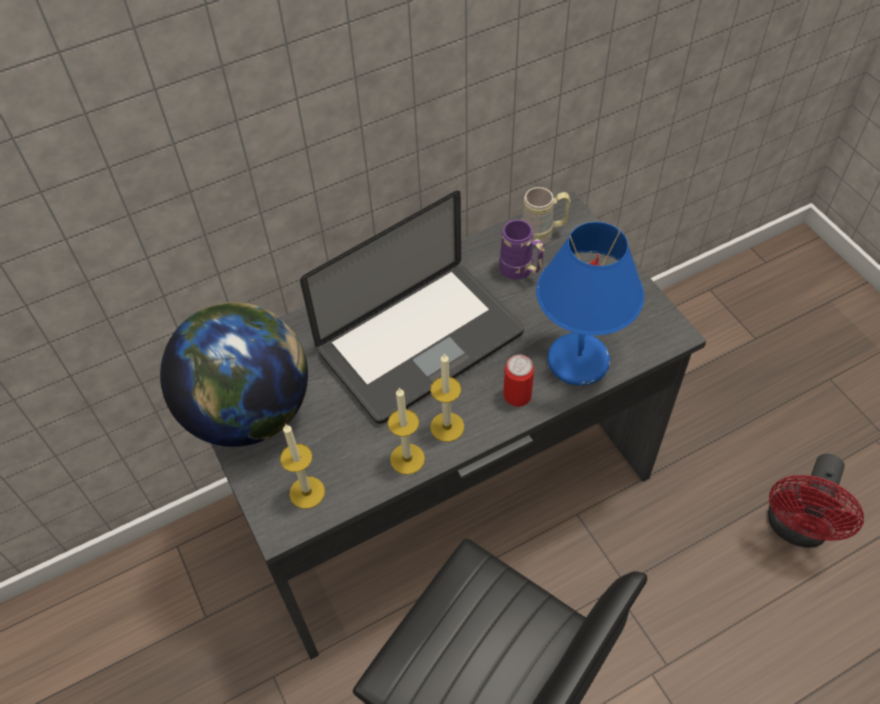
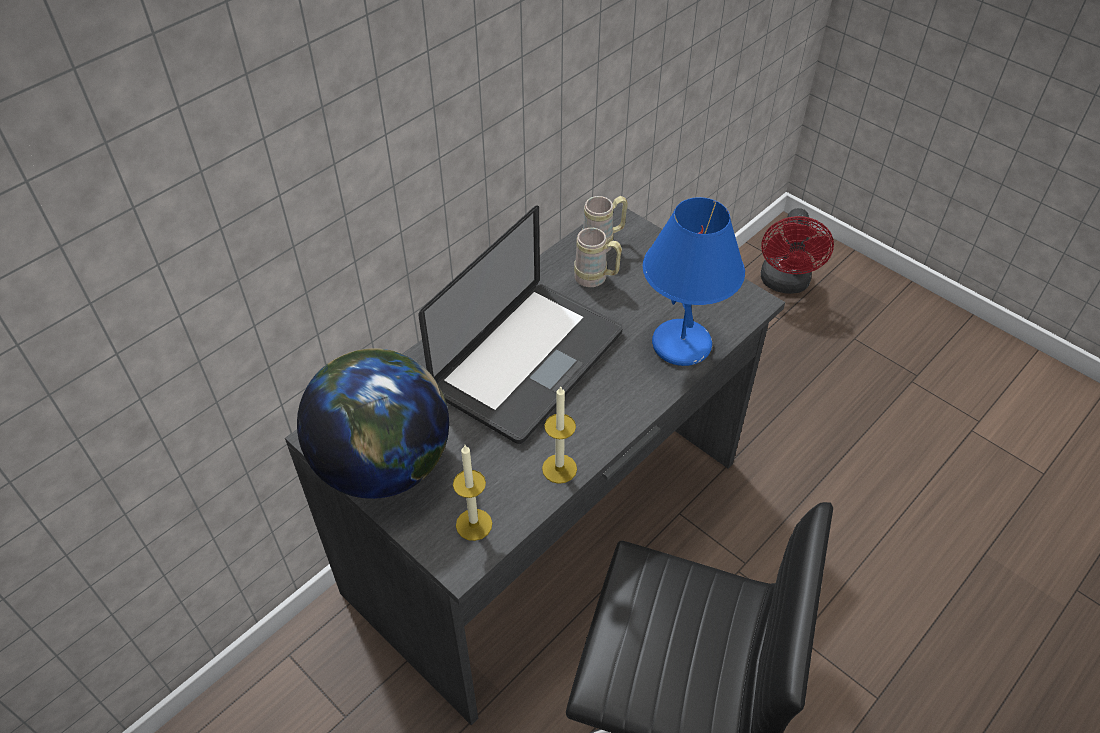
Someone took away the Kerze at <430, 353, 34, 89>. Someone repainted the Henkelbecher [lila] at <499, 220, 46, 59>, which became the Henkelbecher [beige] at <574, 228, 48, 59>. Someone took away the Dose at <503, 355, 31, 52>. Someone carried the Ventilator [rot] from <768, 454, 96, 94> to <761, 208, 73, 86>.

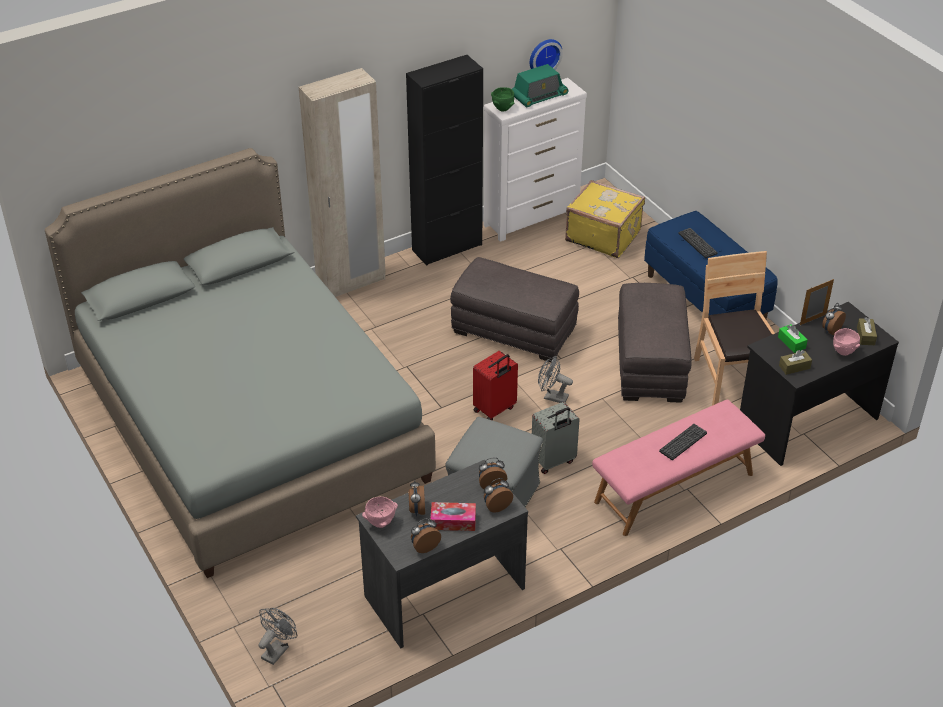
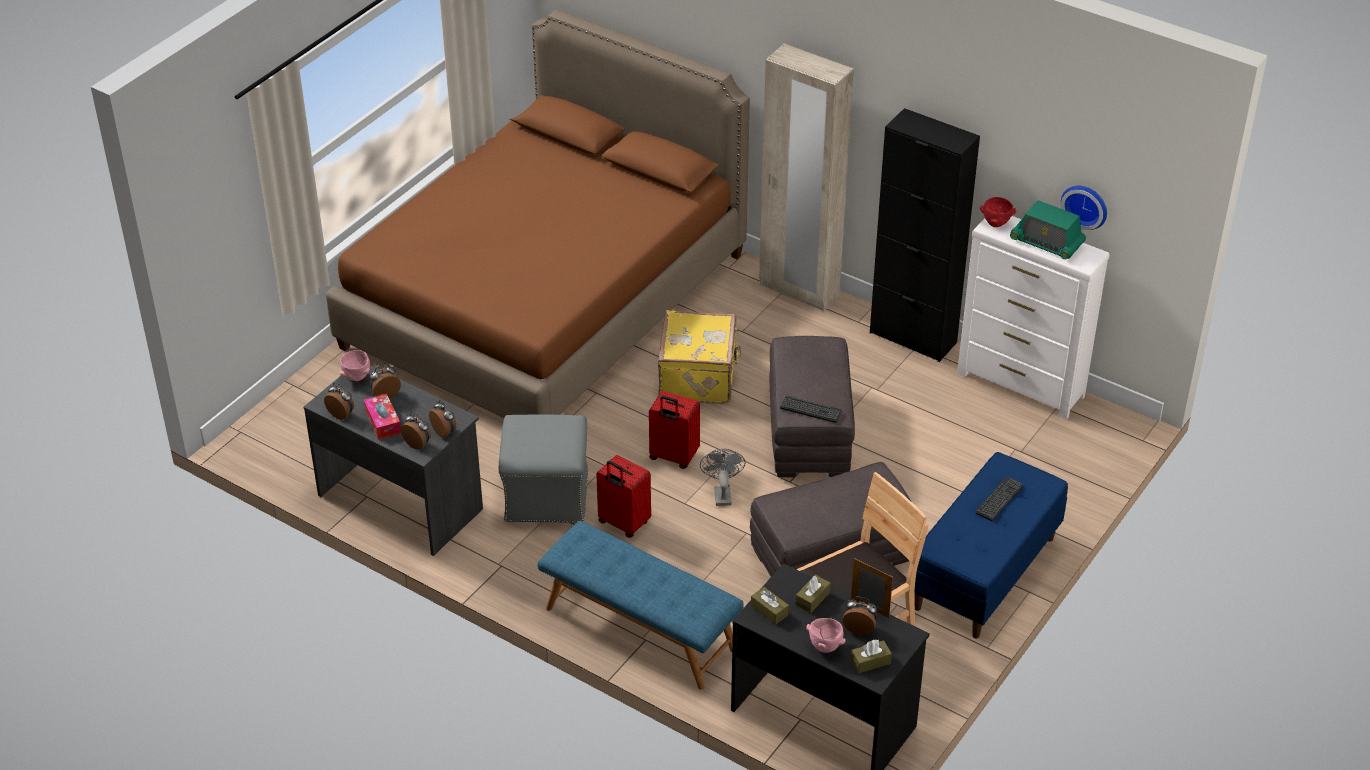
Someone repainted the Bett [grau] at <45, 148, 391, 430>, which became the Bett [braun] at <326, 10, 424, 408>. Someone took away the Ventilator [grau] at <259, 608, 38, 57>. Someone repainted the Schüssel [grün] at <491, 87, 23, 25>, which became the Schüssel [rot] at <980, 197, 36, 30>. Someone repainted the Koffer [grau] at <532, 402, 48, 72>, which became the Koffer [rot] at <596, 455, 55, 82>. Someone carried the Koffer [gelb] from <565, 180, 80, 78> to <658, 310, 83, 94>. Someone repainted the Bank [rosa] at <592, 400, 173, 136>, which became the Bank [blau] at <537, 521, 207, 169>. Someone carried the Tastatur from <659, 424, 48, 36> to <780, 396, 62, 27>. Someone repainted the Taschentuchbox [grün] at <778, 324, 30, 29>, which became the Taschentuchbox [braun] at <795, 575, 36, 38>.

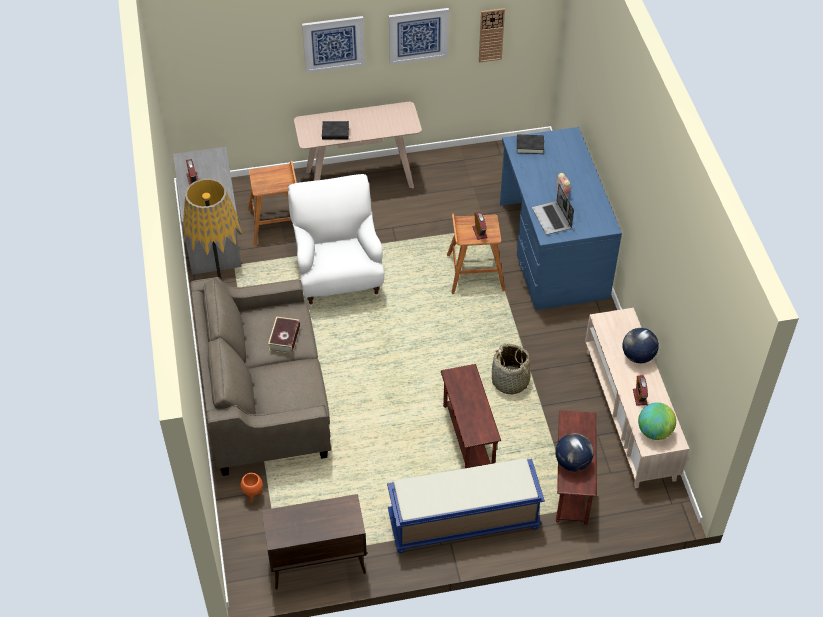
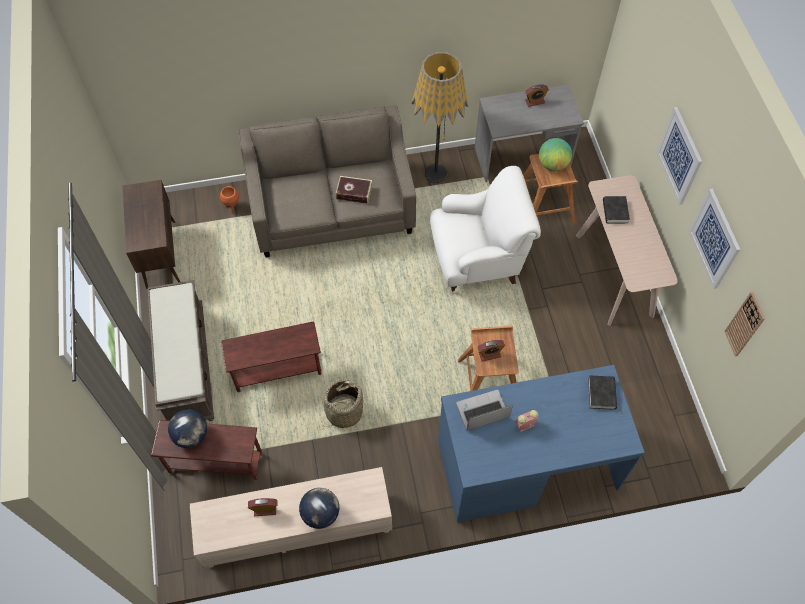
Someone repainted the Bank [blau] at <387, 458, 158, 95>, which became the Bank [braun] at <148, 280, 66, 141>. Someone carried the Globus from <638, 403, 38, 37> to <539, 138, 33, 33>.

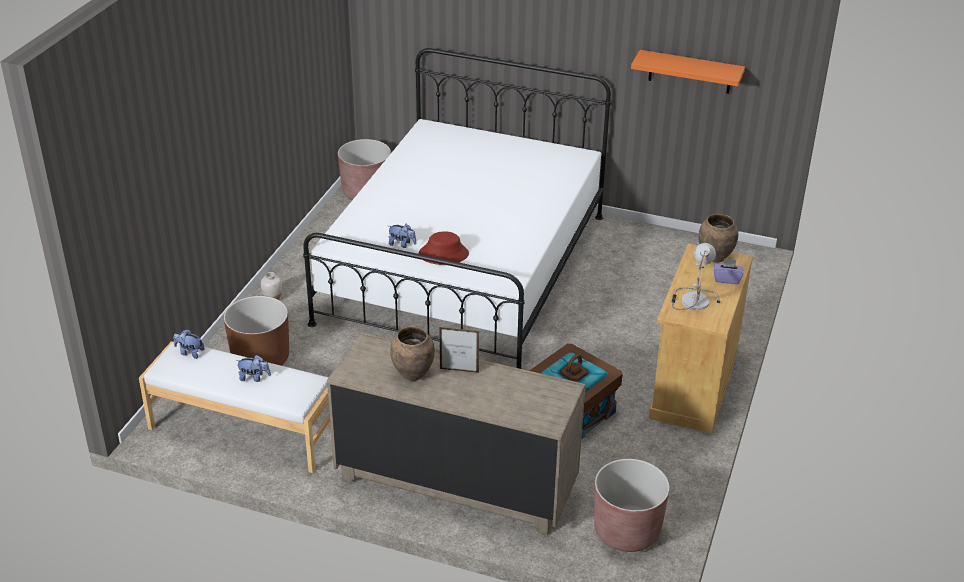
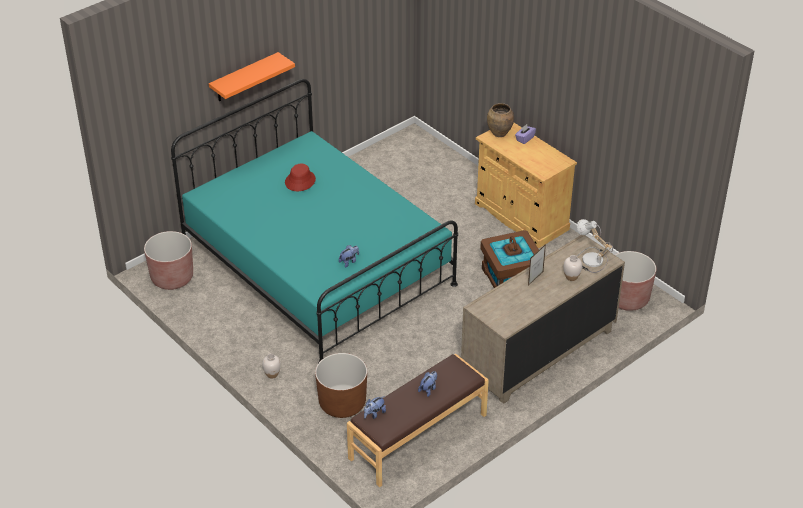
Someone repainted the Bank [weiß] at <139, 341, 191, 132>, which became the Bank [braun] at <347, 354, 142, 133>. Someone repainted the Bett [weiß] at <303, 48, 308, 321>, which became the Bett [türkis] at <171, 79, 287, 284>. Someone took away the Vase [braun] at <390, 326, 45, 55>. Someone carried the Hut [rot] from <418, 231, 51, 34> to <285, 163, 31, 28>. Someone carried the Wandregal [orange] from <631, 50, 114, 44> to <209, 52, 86, 49>. Someone carried the Tischlampe from <671, 243, 49, 67> to <577, 219, 36, 54>. Someone put down the Vase [weiß] at <564, 255, 18, 26>.

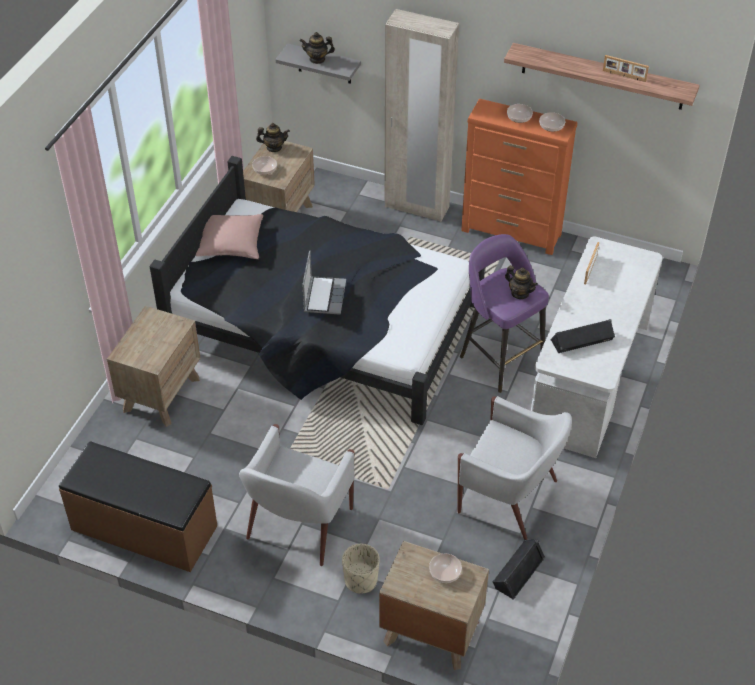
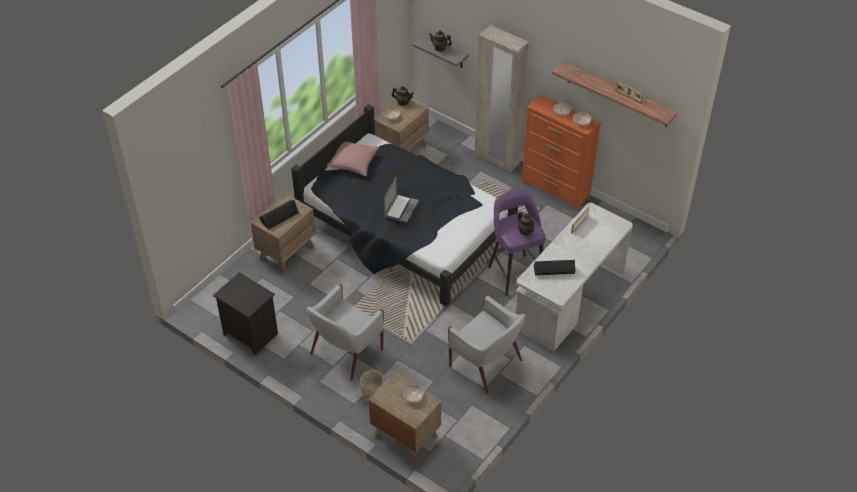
Someone swapped the Bank [braun] at <59, 441, 158, 131> for the Nachttisch [schwarz] at <213, 272, 65, 83>. Someone carried the Lautsprecher [schwarz] from <492, 539, 53, 61> to <259, 200, 40, 30>.

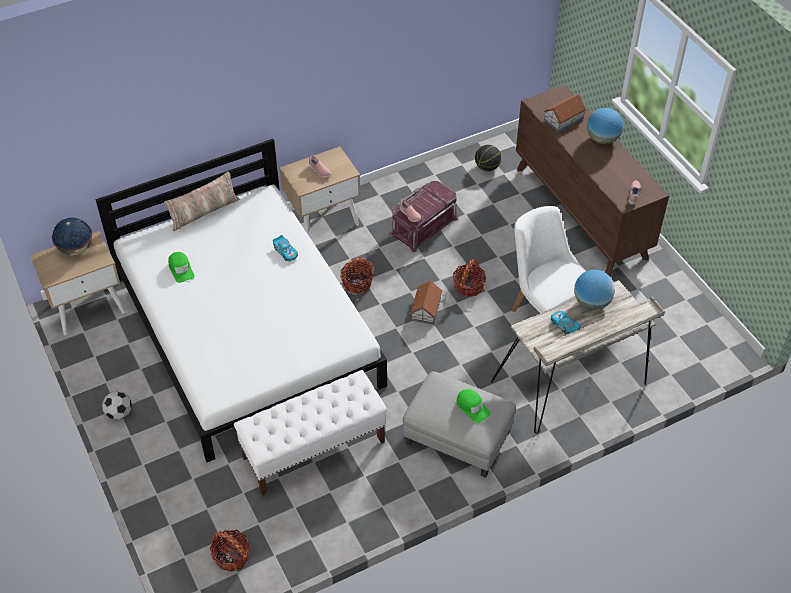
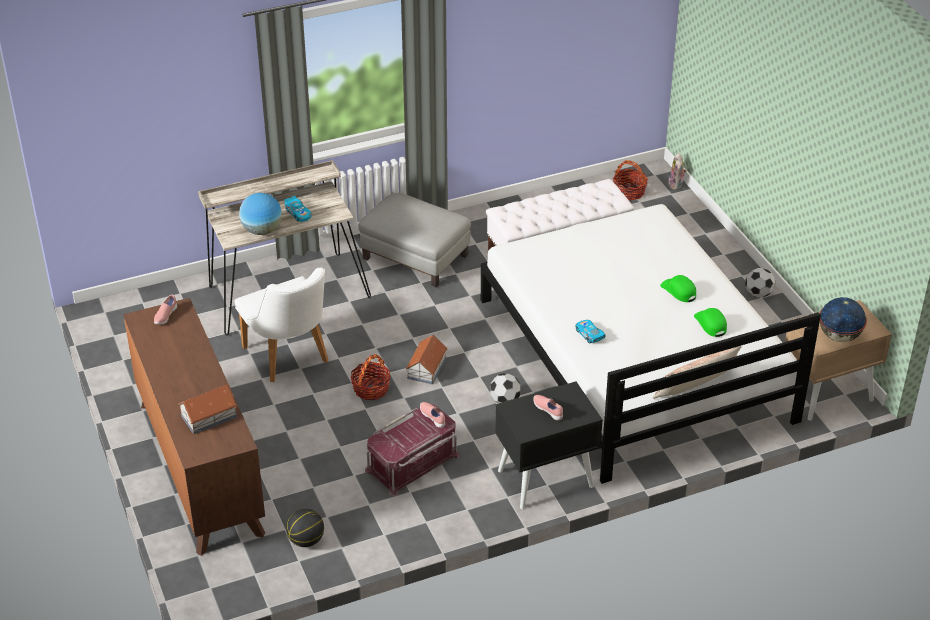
Someone repainted the Nachttisch [beige] at <280, 146, 81, 88>, which became the Nachttisch [schwarz] at <495, 381, 108, 128>. Someone swapped the Korb at <340, 258, 34, 35> for the Fußball at <490, 373, 30, 30>. Someone carried the Kappe [grün] from <456, 389, 35, 34> to <660, 275, 36, 27>. Someone took away the Globus at <587, 108, 36, 36>. Someone put down the Plüschtier at <668, 153, 19, 37>.

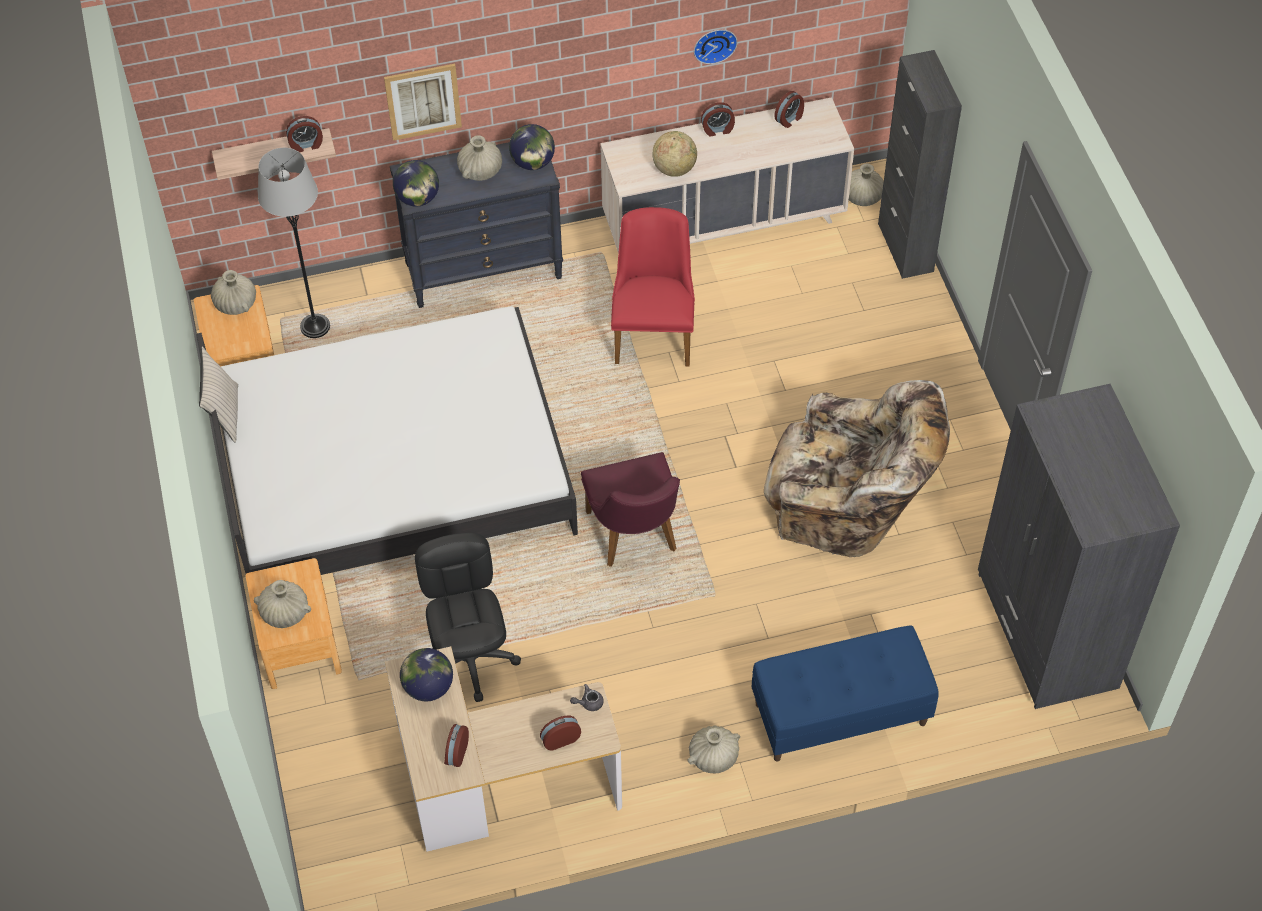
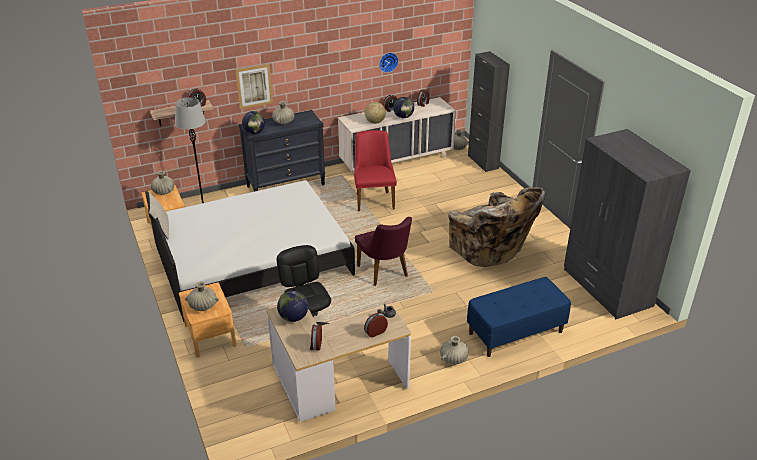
Someone carried the Globus from <509, 124, 46, 46> to <393, 97, 21, 21>. Someone rotated the Sessel [beige] at <764, 380, 186, 178> by 45 degrees clockwise.

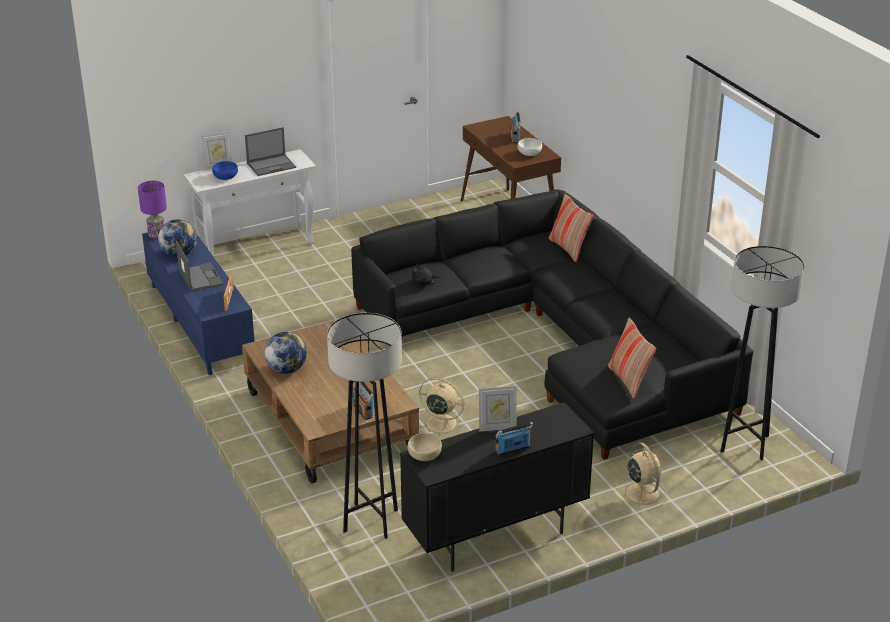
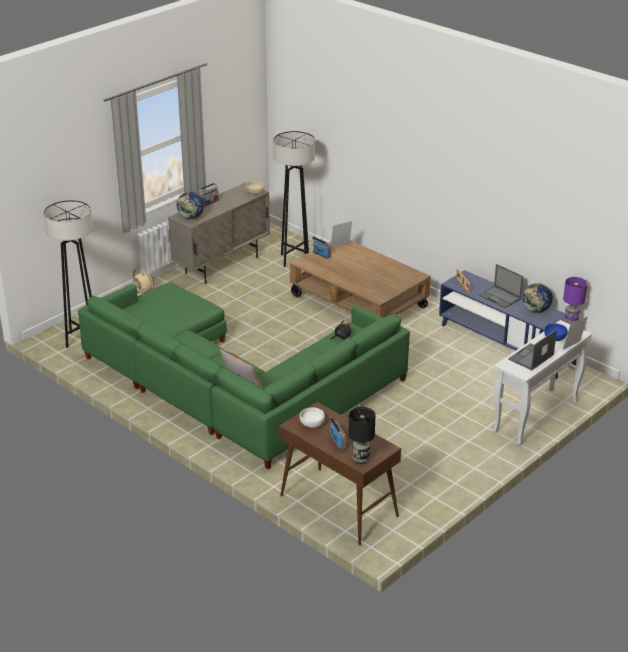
Someone carried the Globus from <264, 332, 43, 42> to <177, 191, 27, 28>. Someone repainted the Sofa [schwarz] at <351, 189, 402, 271>, which became the Sofa [grün] at <78, 282, 332, 187>. Someone repainted the Schrank [schwarz] at <400, 402, 194, 170>, which became the Schrank [beige] at <168, 182, 102, 102>. Someone took away the Ventilator [beige] at <419, 377, 46, 59>. Someone carried the Bilderrahmen from <479, 386, 38, 46> to <331, 221, 21, 27>. Someone took away the Kissen at <608, 318, 48, 81>. Someone put down the Tischlampe [schwarz] at <349, 407, 26, 57>.

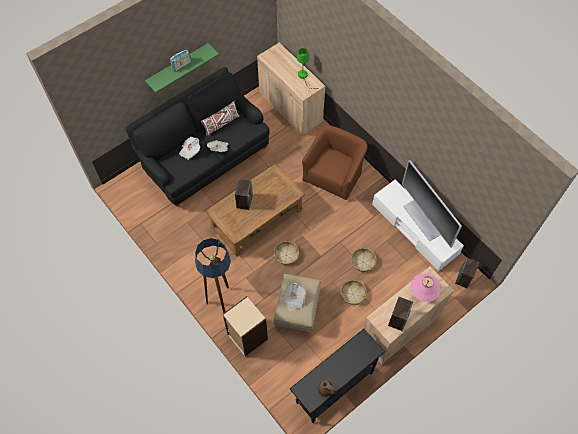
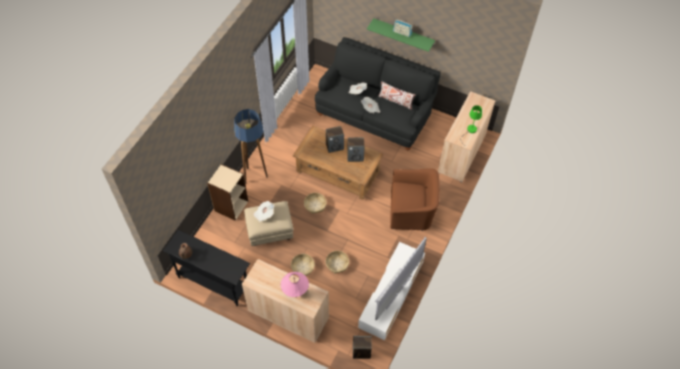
Someone carried the Lautsprecher from <388, 297, 25, 34> to <347, 137, 18, 25>.

